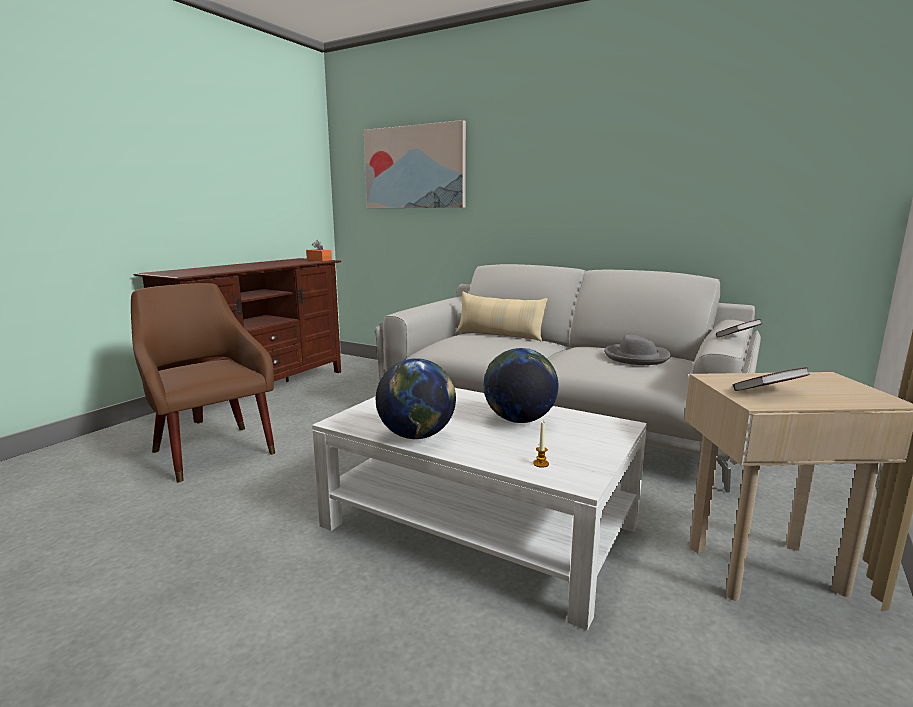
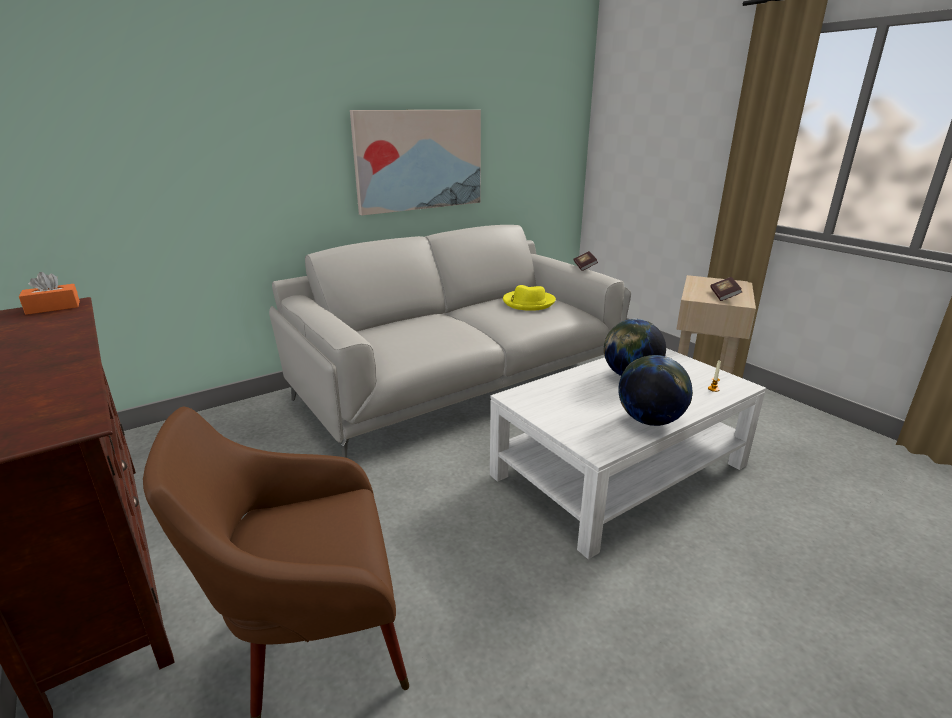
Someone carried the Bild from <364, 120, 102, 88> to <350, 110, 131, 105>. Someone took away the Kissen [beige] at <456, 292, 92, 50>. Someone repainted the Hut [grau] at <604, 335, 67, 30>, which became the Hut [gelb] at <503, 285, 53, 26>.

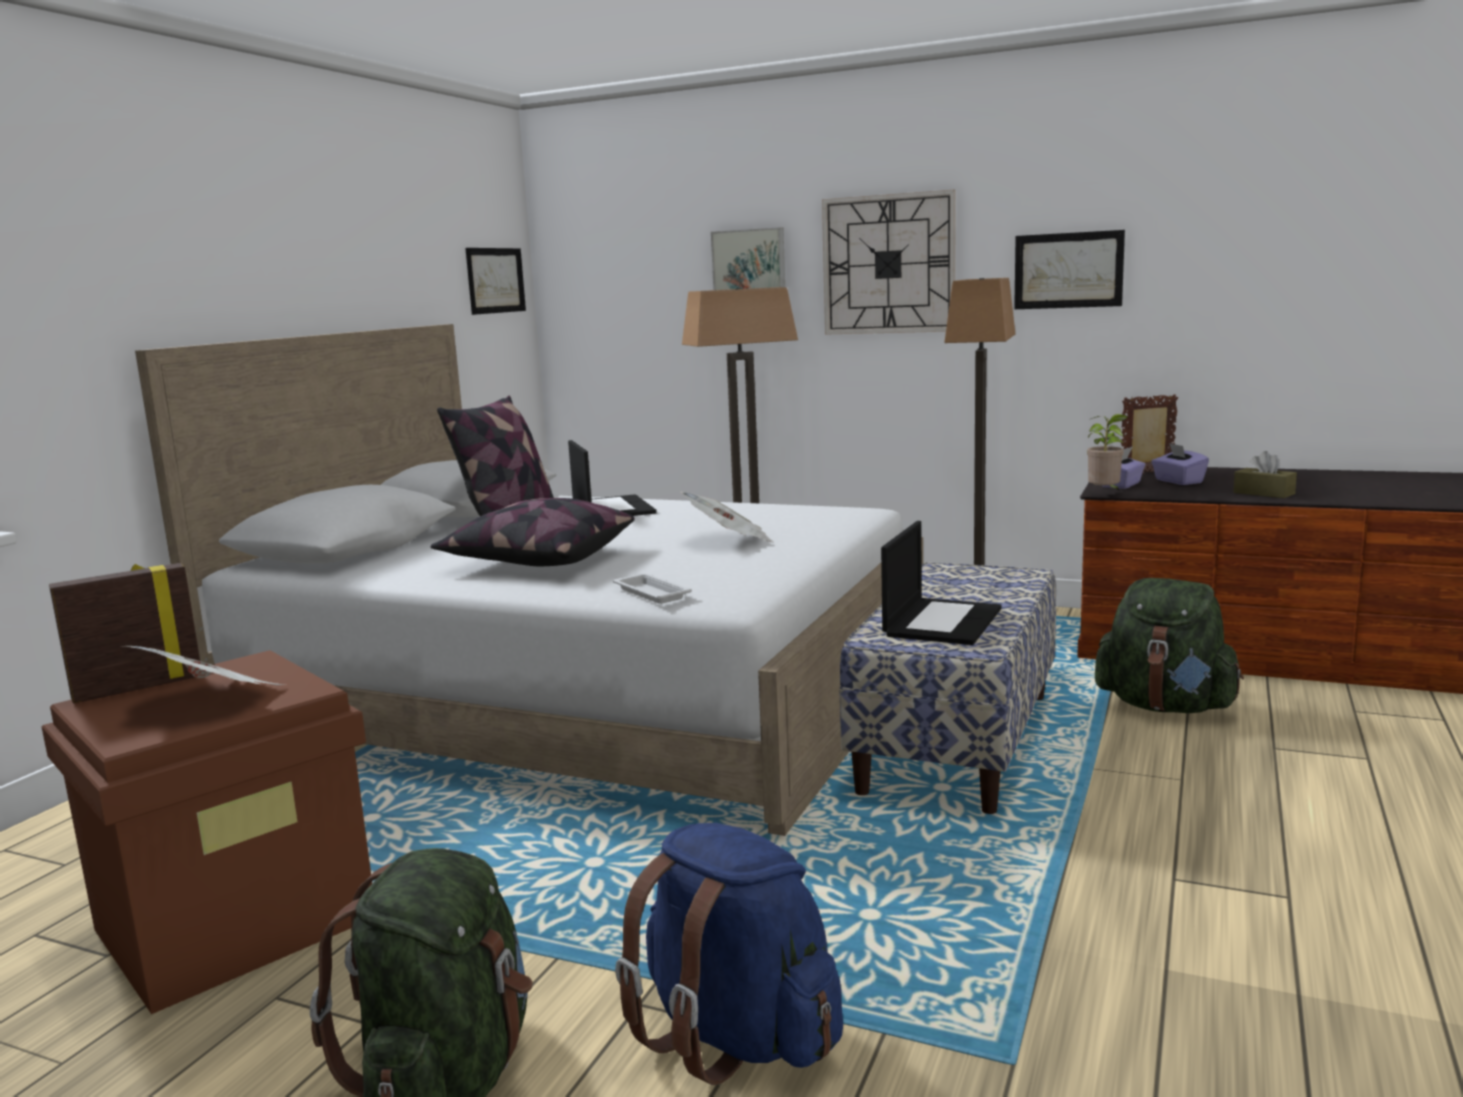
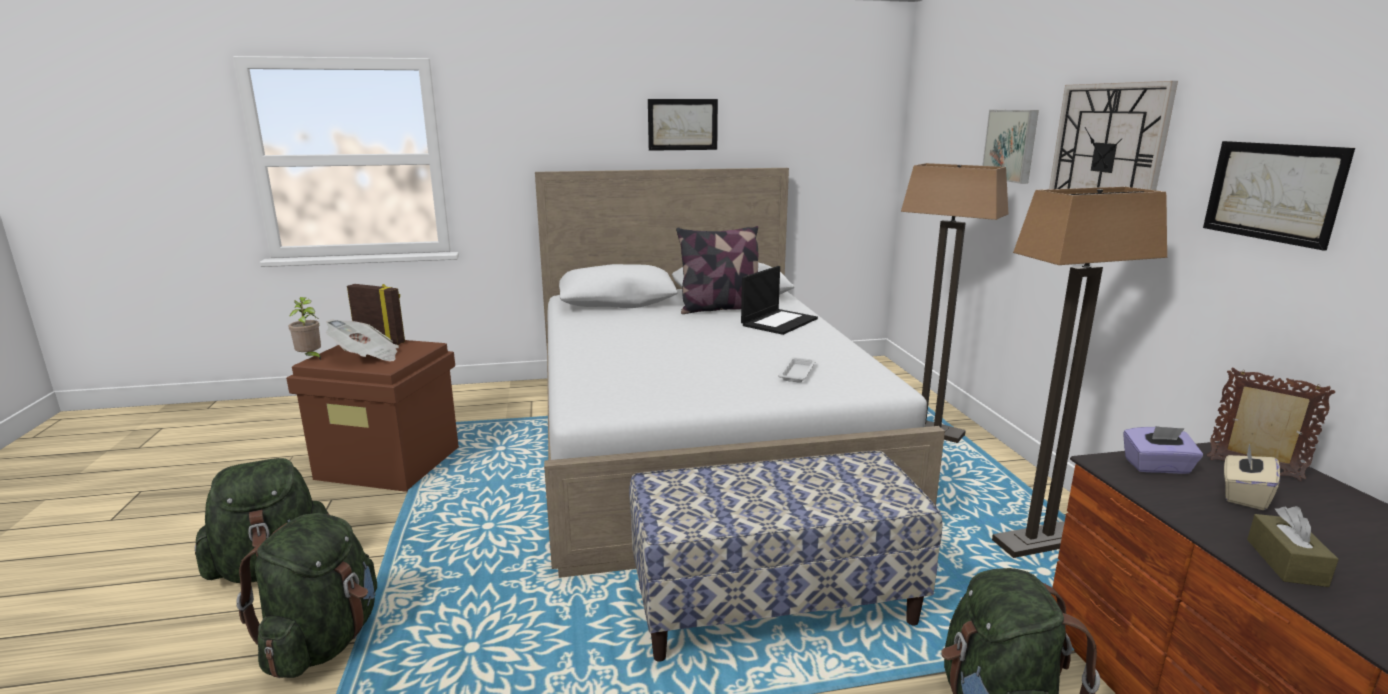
Someone took away the Kissen at <431, 498, 204, 68>. Someone carried the Bild from <465, 248, 61, 67> to <648, 99, 70, 52>. Someone carried the Tablett [weiß] from <613, 573, 79, 31> to <778, 357, 38, 26>. Someone repainted the Rucksack [blau] at <615, 823, 228, 262>, which became the Rucksack [grün] at <236, 513, 141, 165>. Someone took away the Zeitung at <680, 491, 94, 51>. Someone took away the Laptop at <881, 521, 121, 124>. Someone carried the Topfpflanze from <1087, 414, 41, 77> to <288, 297, 33, 63>. Someone repainted the Taschentuchbox [lila] at <1151, 443, 58, 42>, which became the Taschentuchbox [beige] at <1224, 443, 56, 67>.

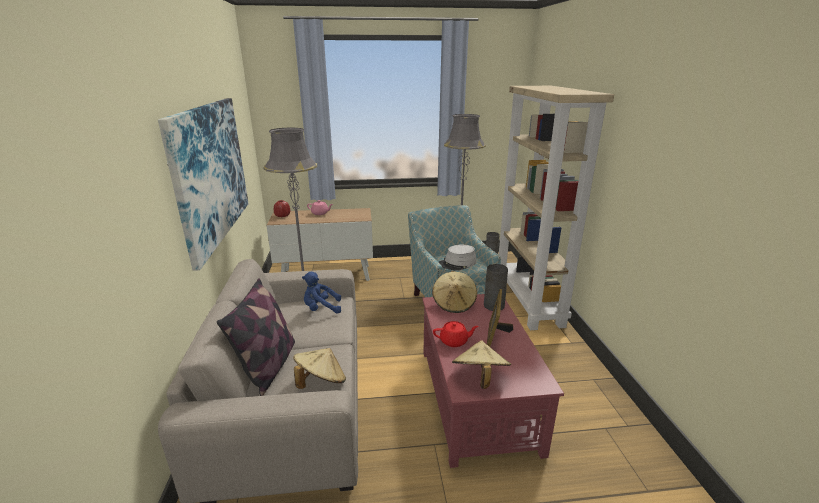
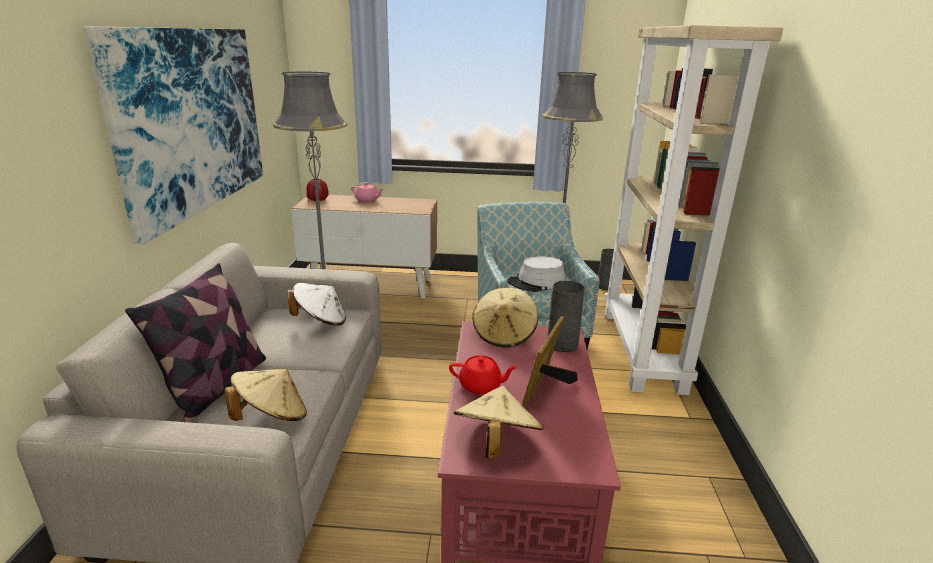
Someone swapped the Plüschtier [blau] at <302, 272, 39, 42> for the Hut [weiß] at <288, 283, 58, 43>.

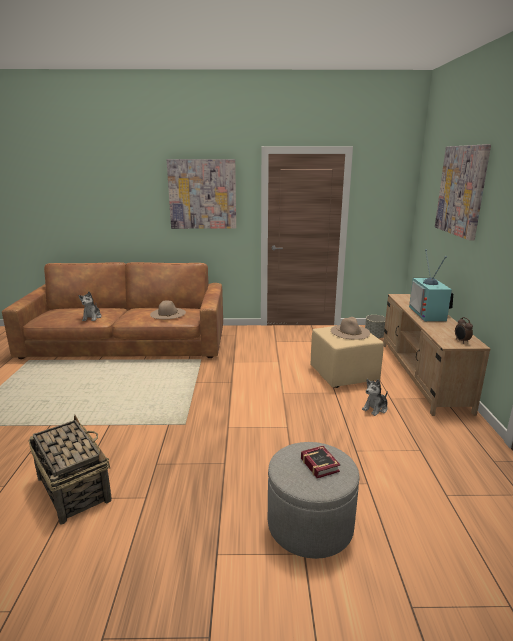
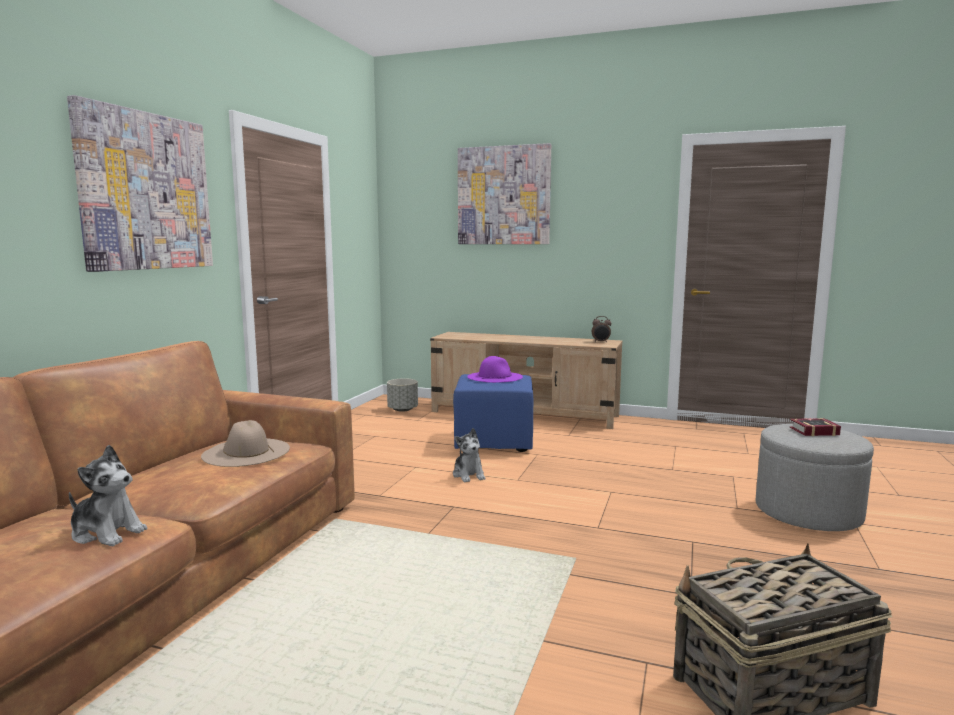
Someone repainted the Polsterhocker [beige] at <310, 325, 74, 63>, which became the Polsterhocker [blau] at <453, 374, 80, 78>. Someone repainted the Hut [beige] at <331, 317, 39, 23>, which became the Hut [lila] at <467, 356, 56, 27>. Someone carried the Plüschtier from <362, 379, 26, 37> to <453, 428, 32, 54>. Someone took away the Fernseher at <409, 249, 44, 72>.

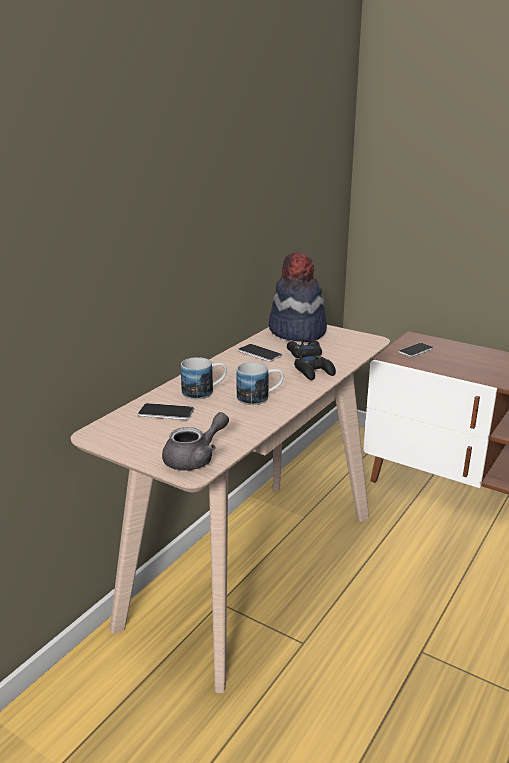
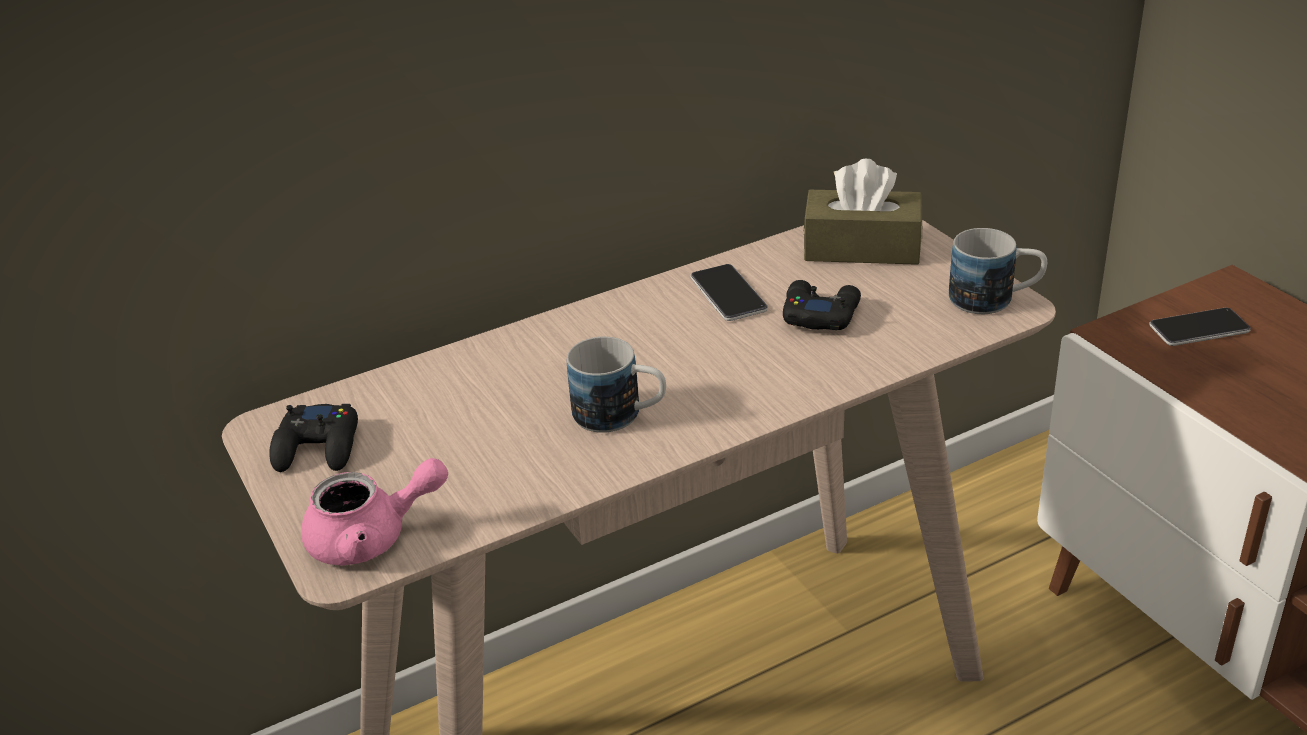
Someone took away the Handy at <138, 403, 56, 17>. Someone repainted the Teekanne [grau] at <162, 412, 67, 59>, which became the Teekanne [rosa] at <301, 458, 147, 107>. Someone carried the Henkelbecher from <181, 357, 46, 42> to <949, 228, 98, 86>. Someone swapped the Hut at <269, 251, 58, 91> for the Taschentuchbox [braun] at <803, 159, 119, 106>. Someone carried the Gamepad [schwarz] from <294, 355, 42, 25> to <269, 404, 89, 68>.

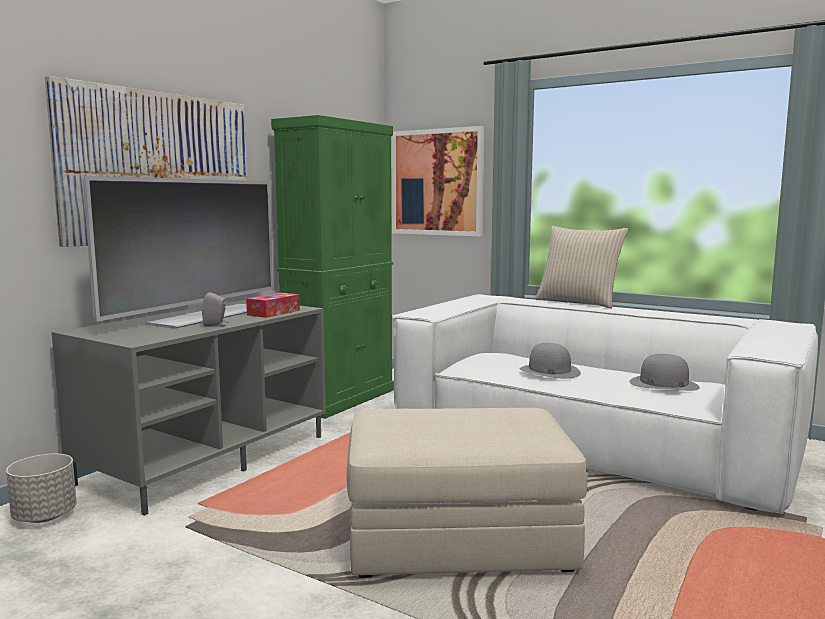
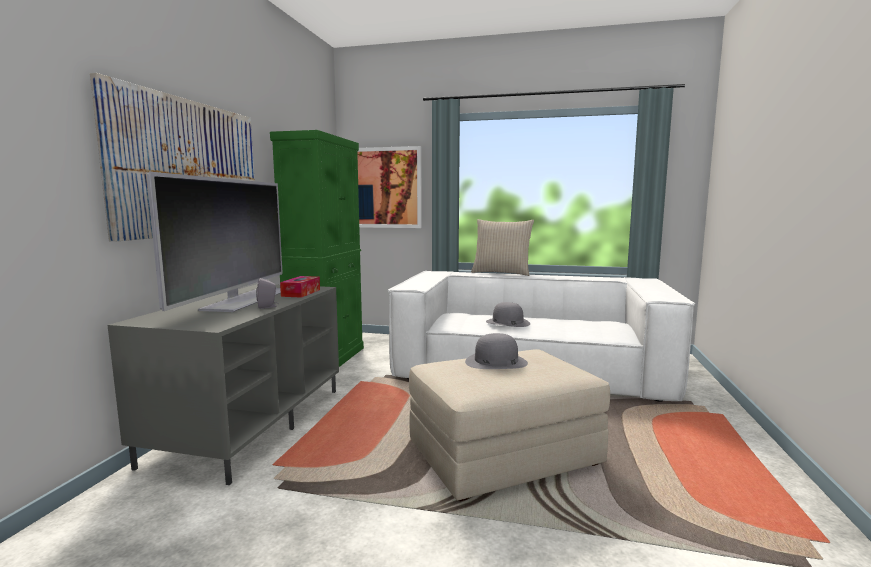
Someone took away the Pflanzkübel [grau] at <6, 454, 71, 69>. Someone carried the Hut [grau] from <629, 354, 71, 37> to <465, 333, 63, 36>.

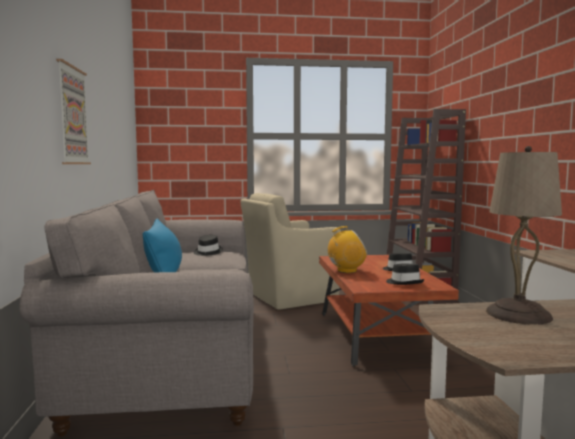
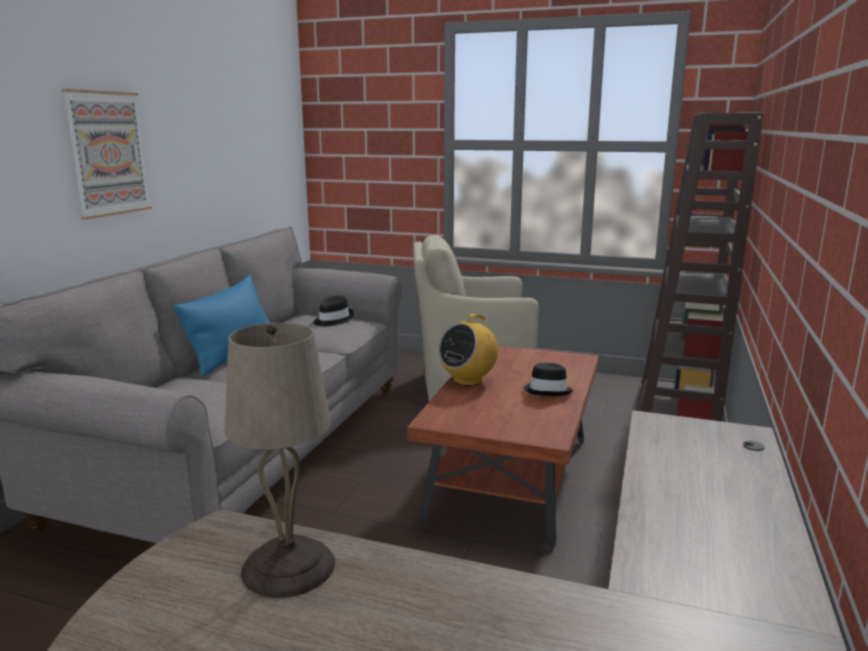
Someone rotated the Radio at <328, 226, 39, 47> by 120 degrees clockwise. Someone took away the Hut [schwarz] at <386, 263, 39, 22>.

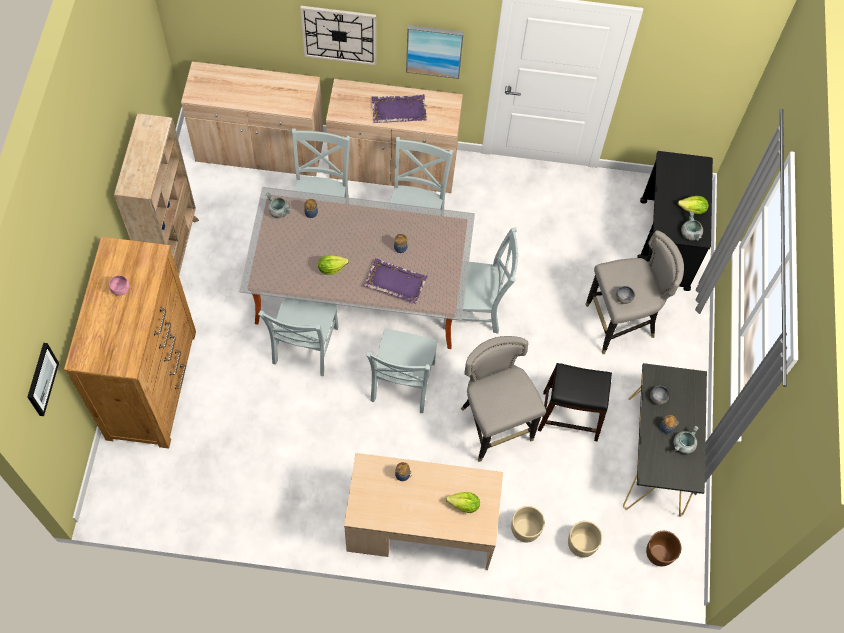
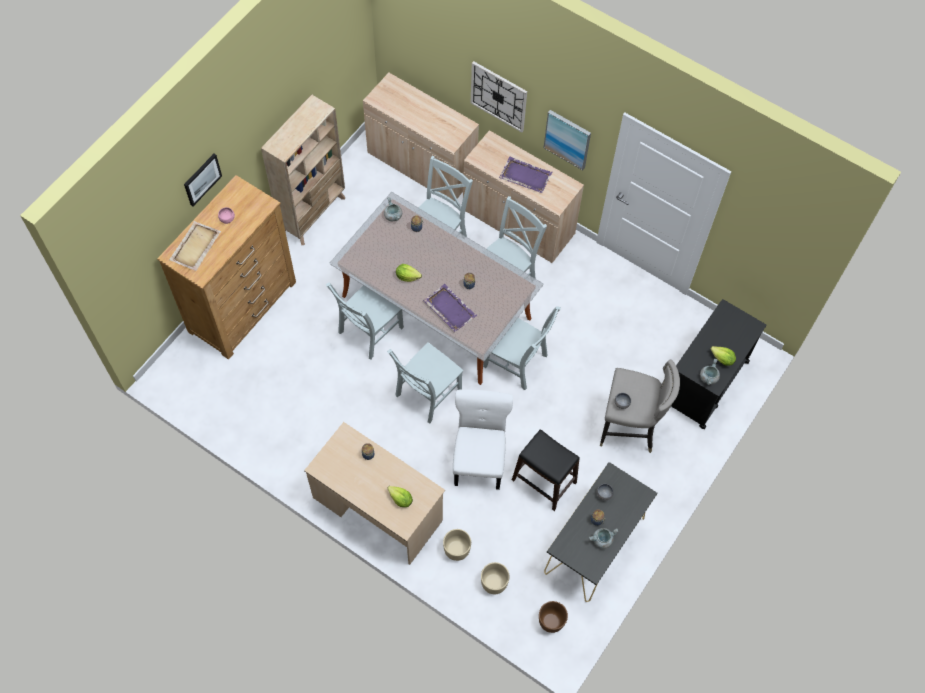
Someone carried the Bild from <27, 343, 32, 73> to <184, 154, 38, 52>. Someone swapped the Hocker [grau] at <461, 336, 85, 126> for the Stuhl [weiß] at <453, 390, 60, 100>. Someone put down the Tablett [beige] at <169, 221, 52, 50>.

